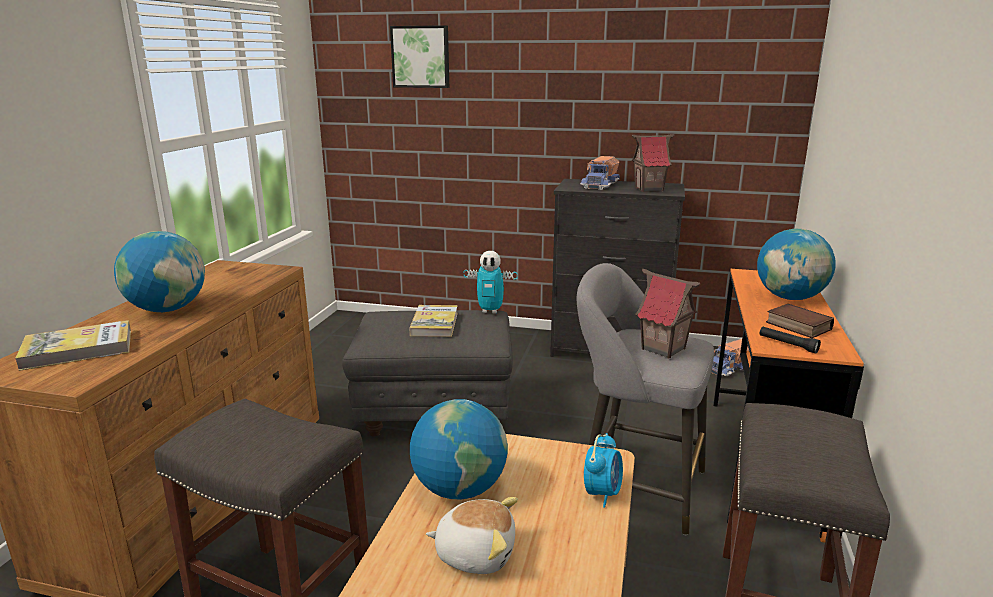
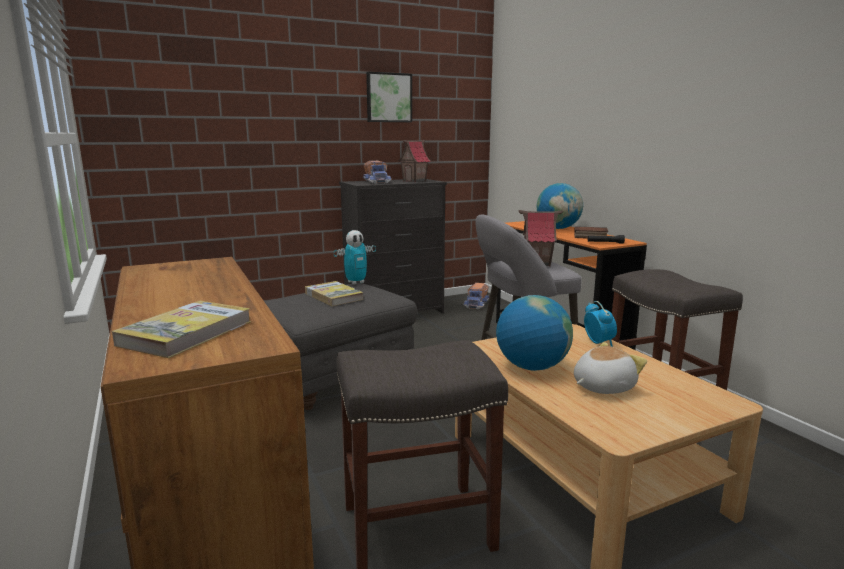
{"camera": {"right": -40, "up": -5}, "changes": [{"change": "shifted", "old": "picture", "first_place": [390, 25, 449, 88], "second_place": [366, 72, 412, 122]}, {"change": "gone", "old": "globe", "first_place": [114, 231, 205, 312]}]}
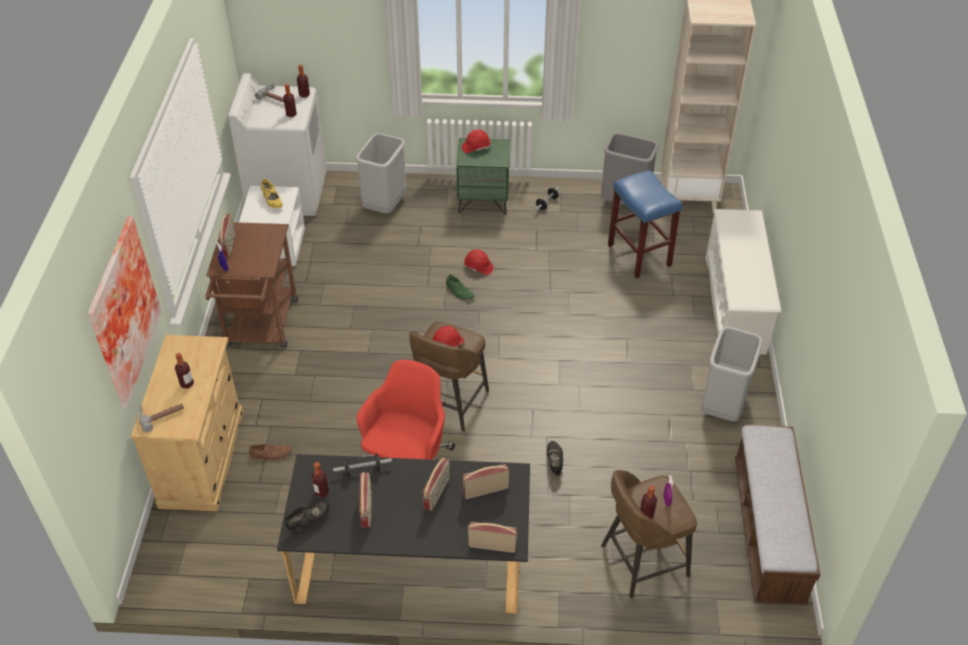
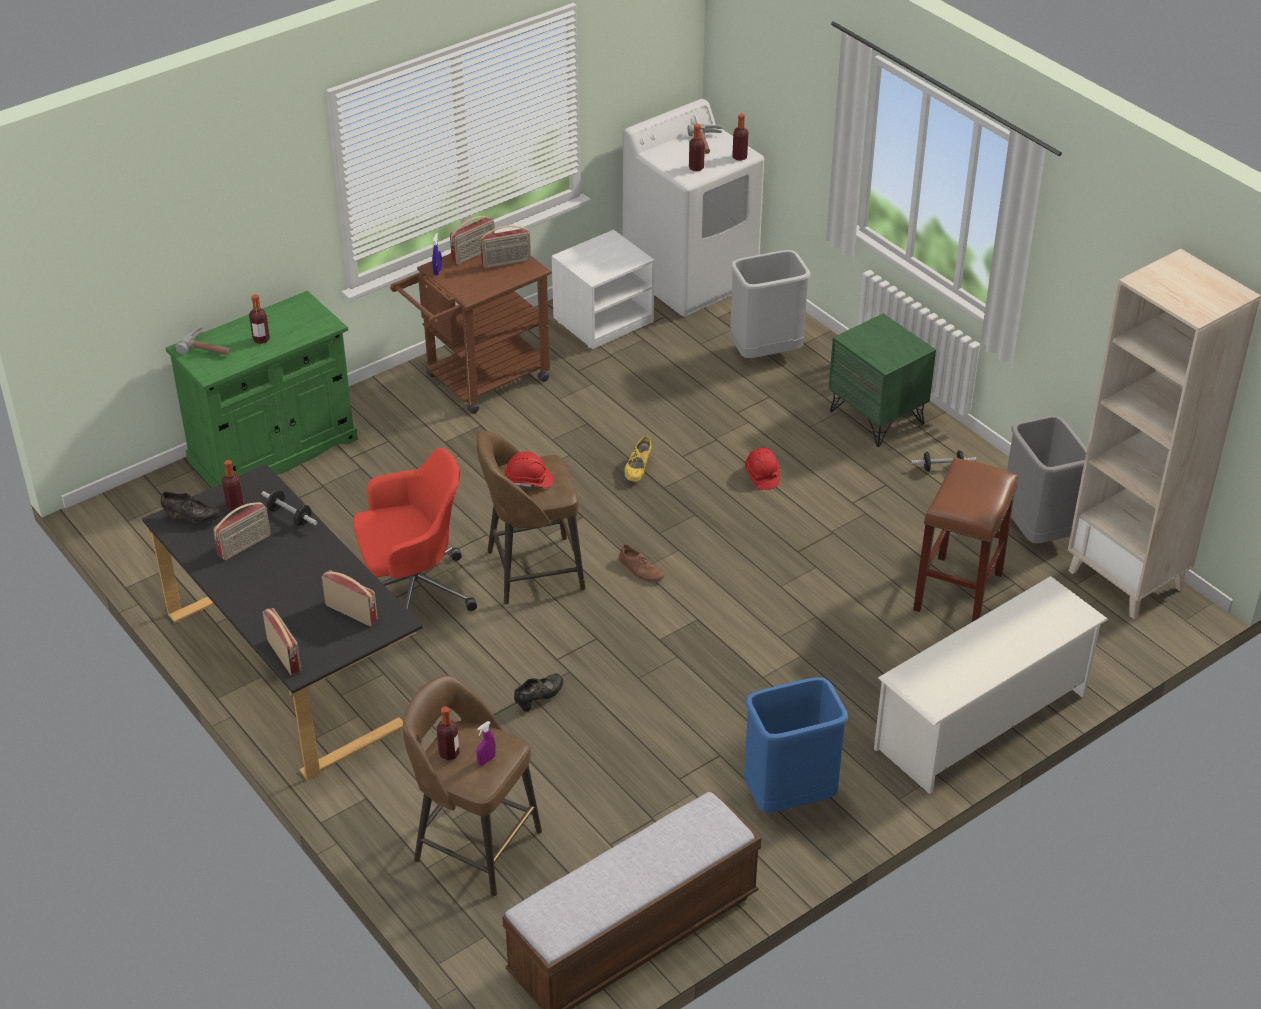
{"camera": {"right": 50, "up": -5}, "changes": [{"change": "gone", "old": "hard hat in red", "first_place": [462, 130, 490, 153]}, {"change": "repainted", "old": "stool in blue", "new": "stool in brown", "first_place": [608, 170, 682, 278], "second_place": [913, 458, 1018, 622]}, {"change": "shifted", "old": "shoe in yellow", "first_place": [261, 179, 282, 208], "second_place": [624, 436, 651, 482]}, {"change": "gone", "old": "picture", "first_place": [88, 216, 162, 408]}, {"change": "gone", "old": "shoe in green", "first_place": [446, 274, 474, 300]}, {"change": "repainted", "old": "trash can in grey", "new": "trash can in blue", "first_place": [701, 327, 763, 421], "second_place": [744, 677, 848, 812]}, {"change": "repainted", "old": "cabinet in beige", "new": "cabinet in green", "first_place": [131, 335, 243, 511], "second_place": [166, 291, 358, 488]}, {"change": "shifted", "old": "shoe in brown", "first_place": [249, 444, 292, 460], "second_place": [619, 545, 664, 583]}, {"change": "shifted", "old": "radio", "first_place": [423, 457, 450, 511], "second_place": [480, 225, 531, 268]}]}
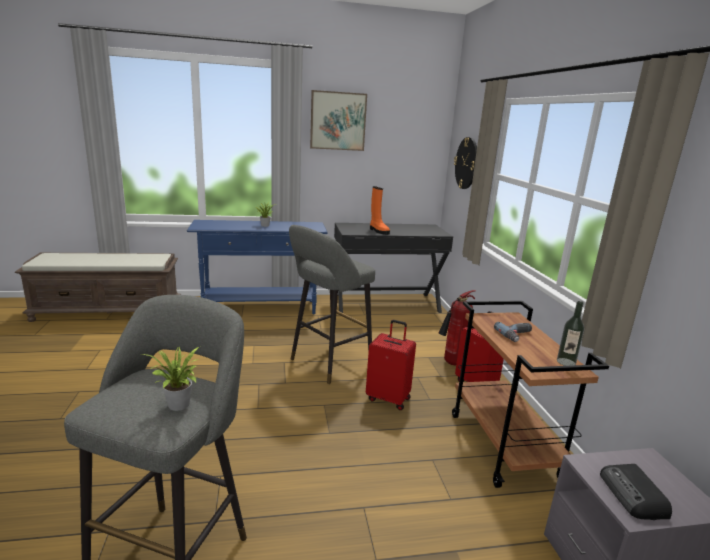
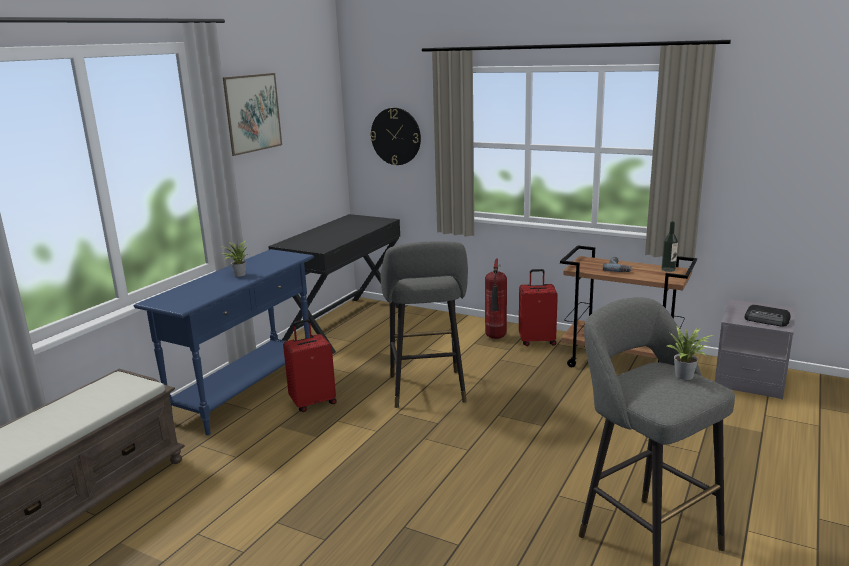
{"camera": {"right": -50, "up": 0}, "changes": [{"change": "gone", "old": "boot in orange", "first_place": [370, 186, 390, 235]}, {"change": "shifted", "old": "suitcase in red", "first_place": [366, 320, 416, 410], "second_place": [283, 319, 337, 412]}]}
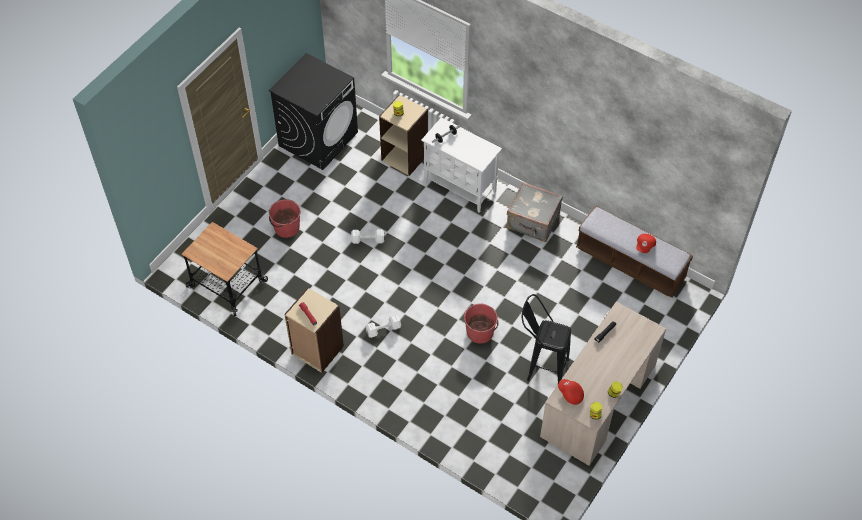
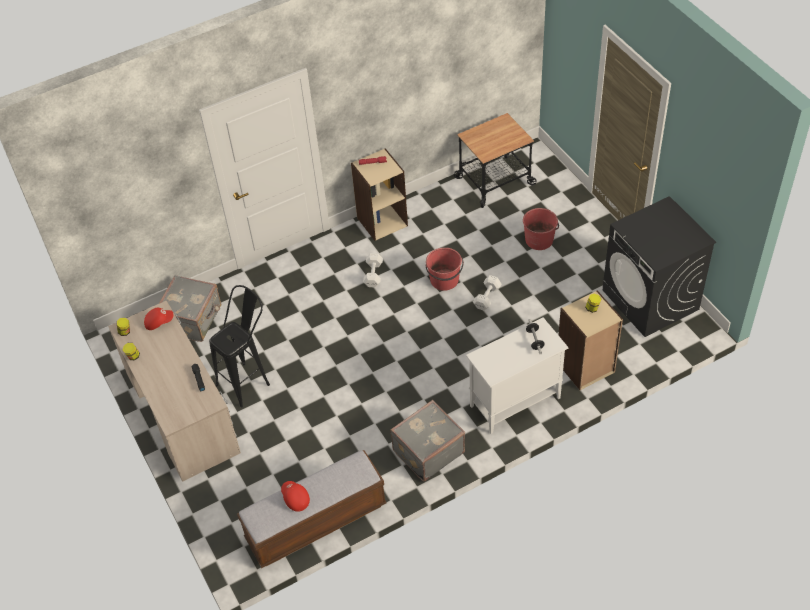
{"camera": {"right": 120, "up": -5}, "changes": [{"change": "shifted", "old": "bucket in red", "first_place": [464, 304, 499, 344], "second_place": [425, 247, 464, 291]}, {"change": "new", "new": "suitcase in grey", "second_place": [159, 275, 221, 342]}]}
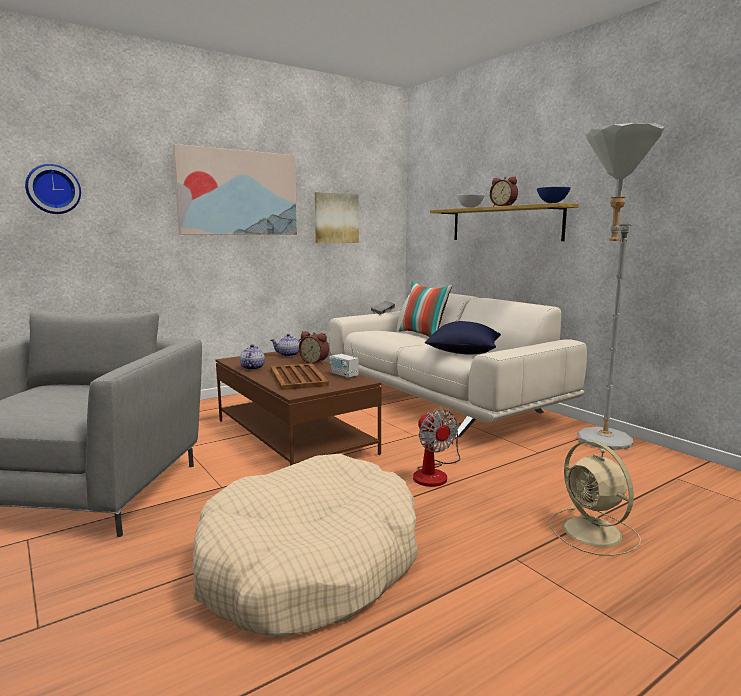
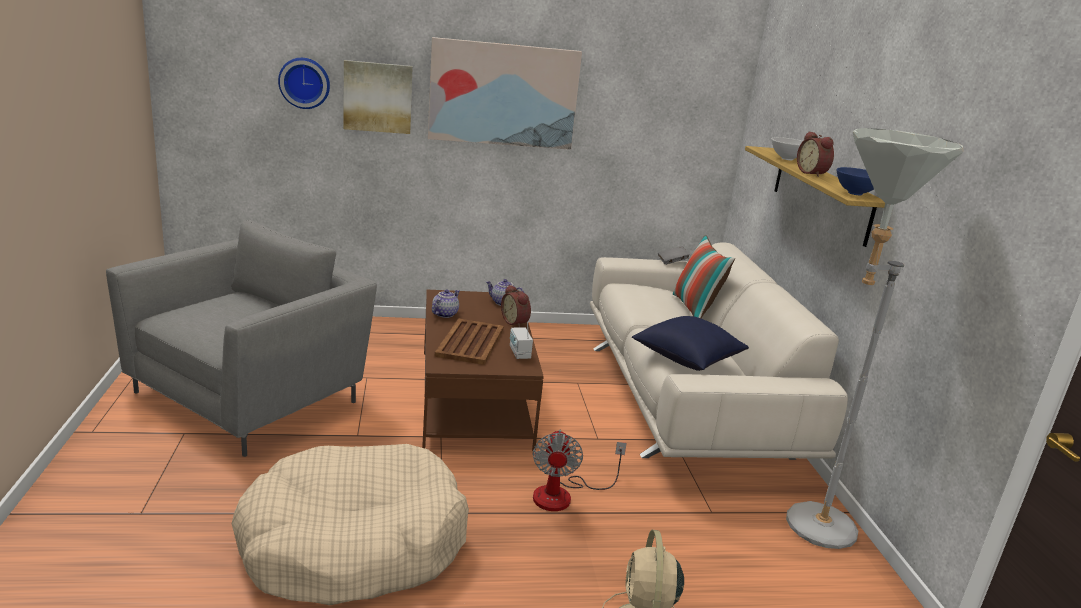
{"camera": {"right": 25, "up": 10}, "changes": [{"change": "shifted", "old": "picture", "first_place": [315, 192, 359, 243], "second_place": [344, 60, 413, 134]}]}
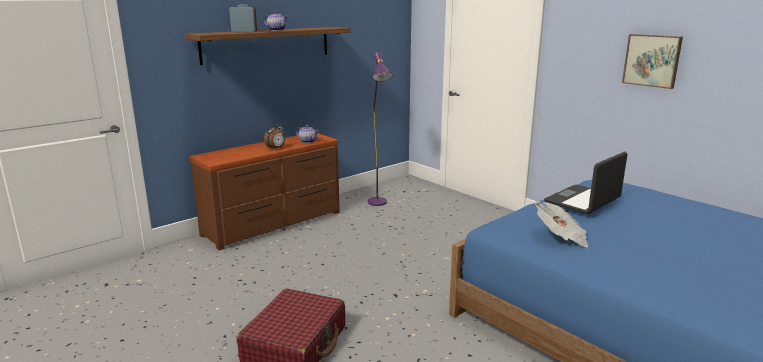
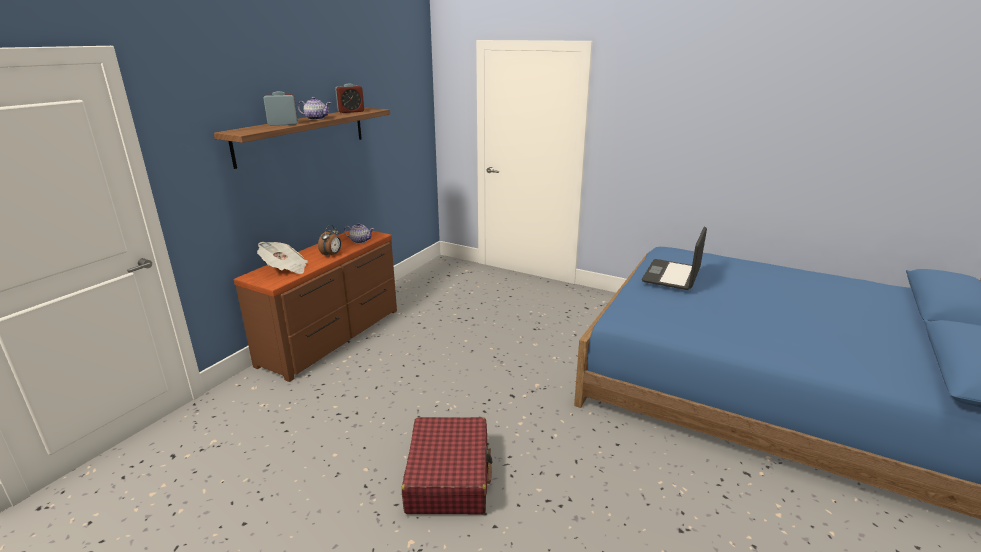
{"camera": {"right": -20, "up": 5}, "changes": [{"change": "gone", "old": "picture", "first_place": [622, 34, 683, 89]}, {"change": "gone", "old": "floor lamp in purple", "first_place": [368, 52, 393, 206]}, {"change": "shifted", "old": "newspaper", "first_place": [535, 201, 588, 247], "second_place": [257, 242, 308, 274]}, {"change": "new", "new": "alarm clock", "second_place": [335, 83, 364, 113]}]}
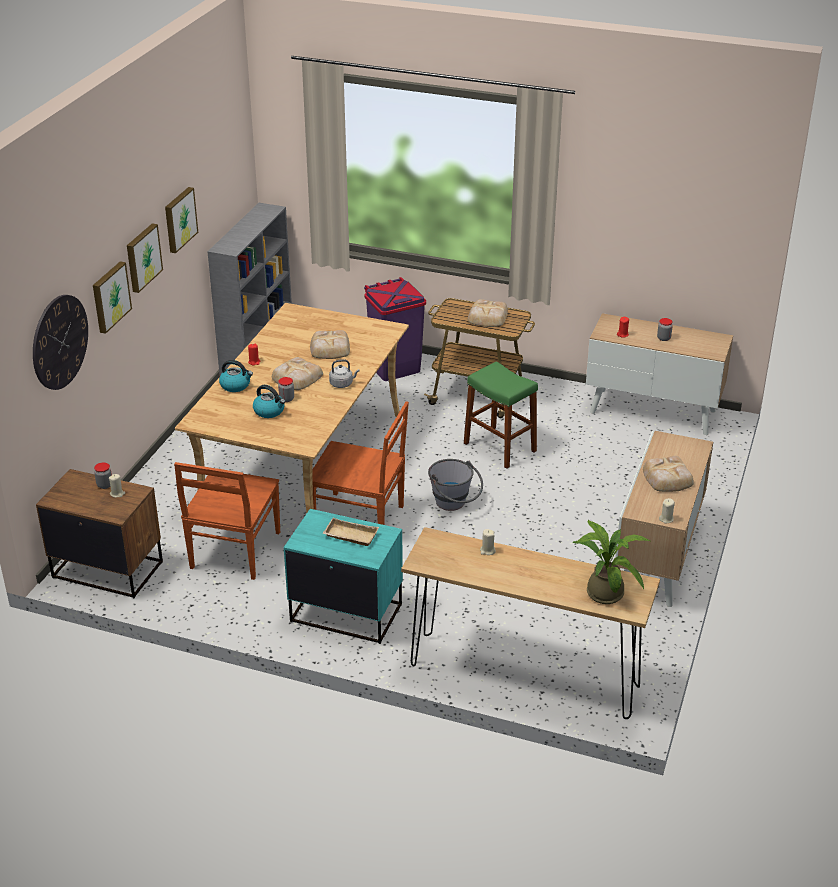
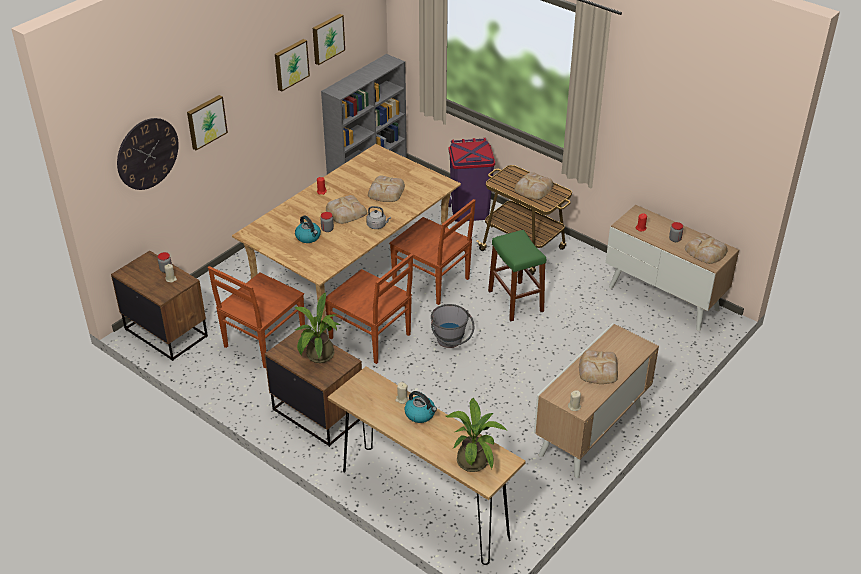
{"camera": {"right": 20, "up": 5}, "changes": [{"change": "shifted", "old": "picture", "first_place": [127, 223, 163, 293], "second_place": [313, 14, 345, 65]}, {"change": "shifted", "old": "kettle", "first_place": [219, 360, 253, 392], "second_place": [405, 391, 437, 423]}, {"change": "repainted", "old": "nightstand in turquoise", "new": "nightstand in brown", "first_place": [284, 509, 403, 644], "second_place": [264, 328, 362, 447]}, {"change": "swapped", "old": "tray in beige", "new": "potted plant", "first_place": [323, 518, 379, 546], "second_place": [295, 293, 340, 363]}, {"change": "new", "new": "chair in brown", "second_place": [389, 199, 476, 305]}, {"change": "new", "new": "bread", "second_place": [685, 233, 727, 264]}]}
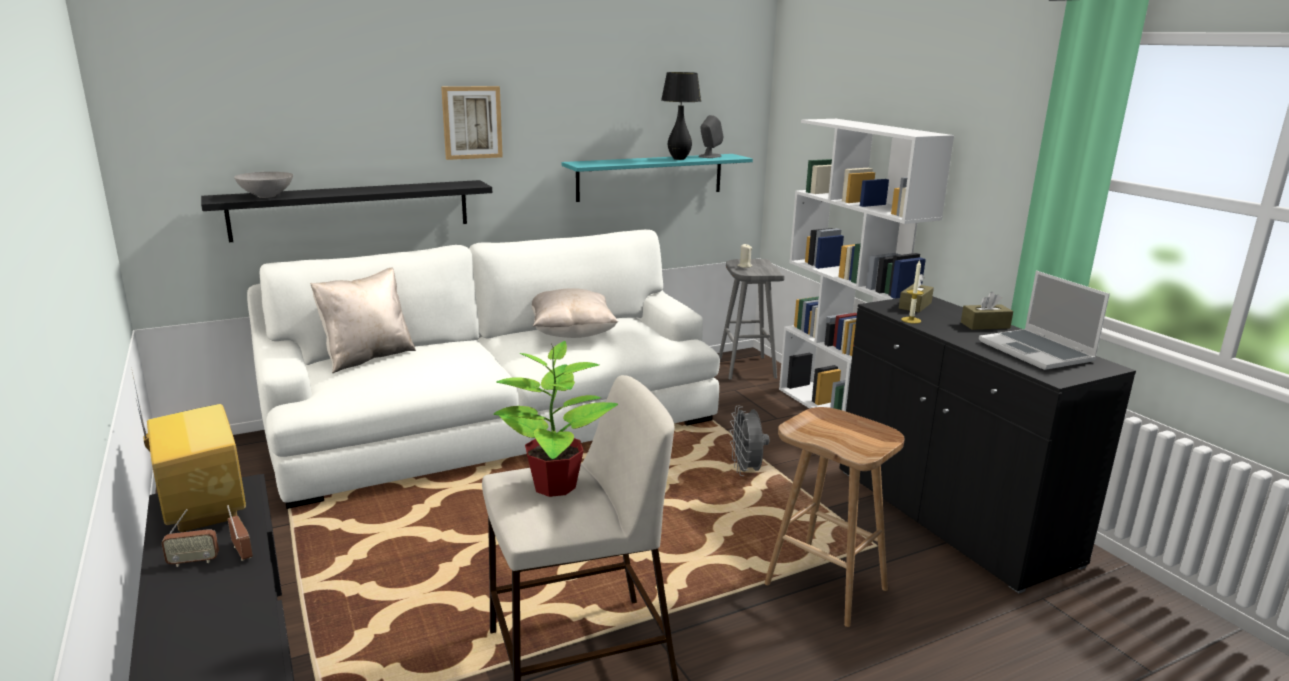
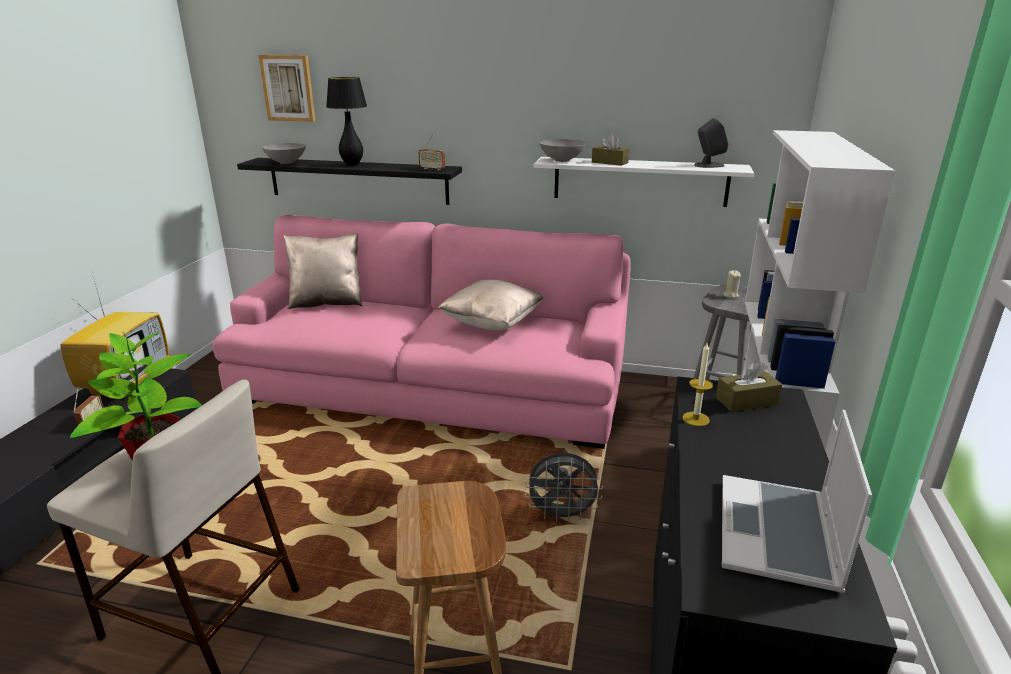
{"camera": {"right": 40, "up": 5}, "changes": [{"change": "shifted", "old": "table lamp in black", "first_place": [661, 72, 701, 160], "second_place": [326, 77, 367, 166]}, {"change": "shifted", "old": "picture", "first_place": [441, 86, 503, 160], "second_place": [259, 55, 315, 122]}, {"change": "repainted", "old": "shelf in turquoise", "new": "shelf in white", "first_place": [562, 154, 753, 202], "second_place": [534, 157, 754, 207]}, {"change": "repainted", "old": "sofa in white", "new": "sofa in pink", "first_place": [247, 229, 720, 509], "second_place": [212, 215, 631, 449]}, {"change": "shifted", "old": "tissue box in brown", "first_place": [961, 292, 1013, 330], "second_place": [592, 134, 629, 166]}, {"change": "rotated", "old": "fan in grey", "first_place": [730, 405, 769, 476], "second_place": [525, 453, 603, 523], "degrees": -120}, {"change": "shifted", "old": "radio", "first_place": [161, 509, 219, 567], "second_place": [418, 135, 445, 171]}, {"change": "new", "new": "bowl in grey", "second_place": [539, 139, 586, 162]}]}
